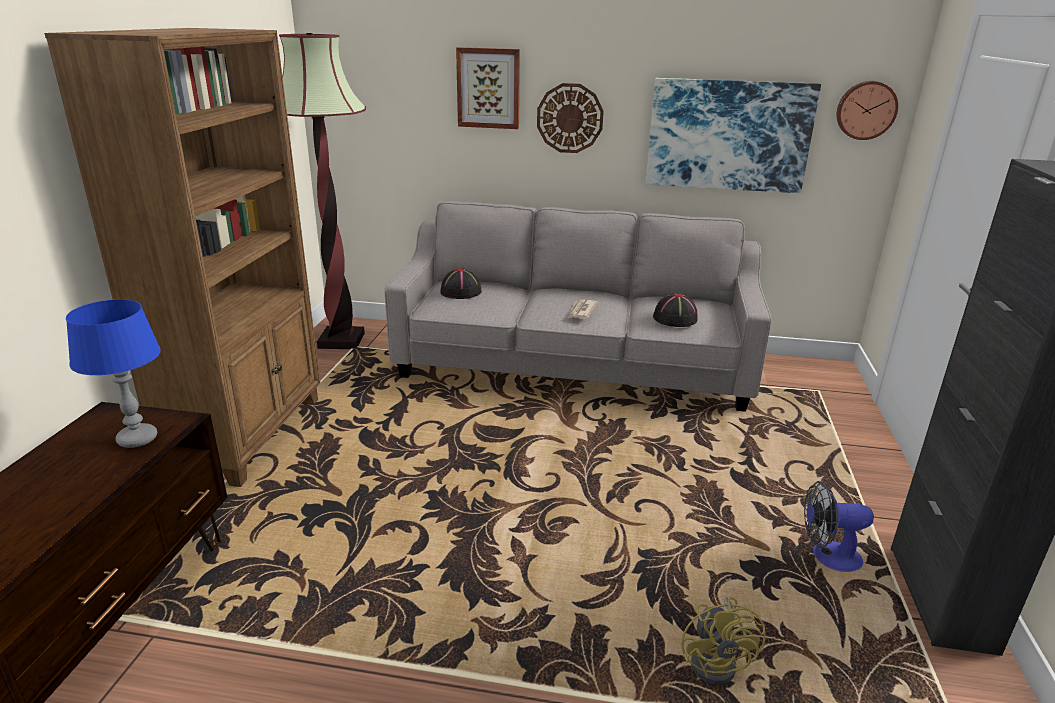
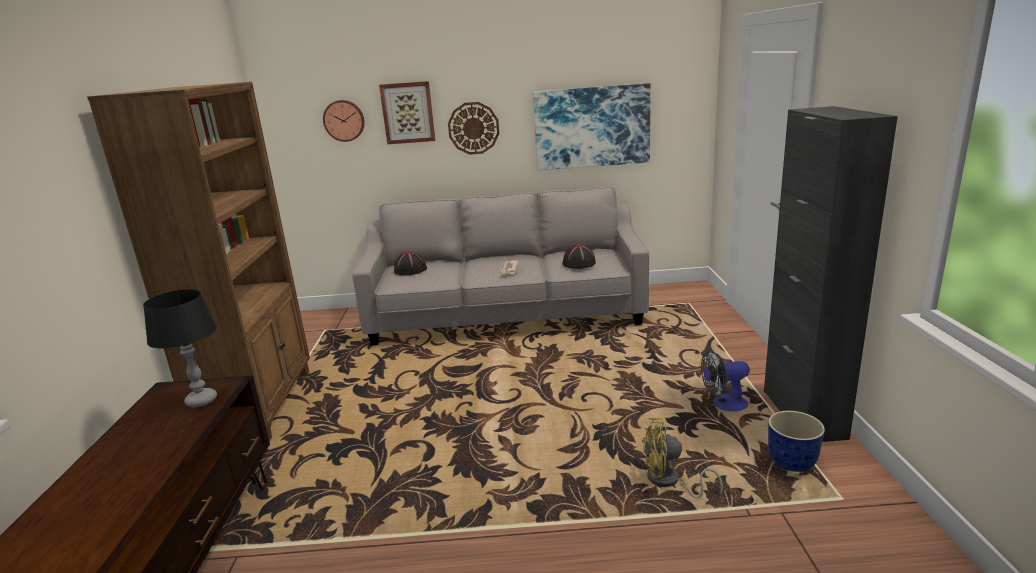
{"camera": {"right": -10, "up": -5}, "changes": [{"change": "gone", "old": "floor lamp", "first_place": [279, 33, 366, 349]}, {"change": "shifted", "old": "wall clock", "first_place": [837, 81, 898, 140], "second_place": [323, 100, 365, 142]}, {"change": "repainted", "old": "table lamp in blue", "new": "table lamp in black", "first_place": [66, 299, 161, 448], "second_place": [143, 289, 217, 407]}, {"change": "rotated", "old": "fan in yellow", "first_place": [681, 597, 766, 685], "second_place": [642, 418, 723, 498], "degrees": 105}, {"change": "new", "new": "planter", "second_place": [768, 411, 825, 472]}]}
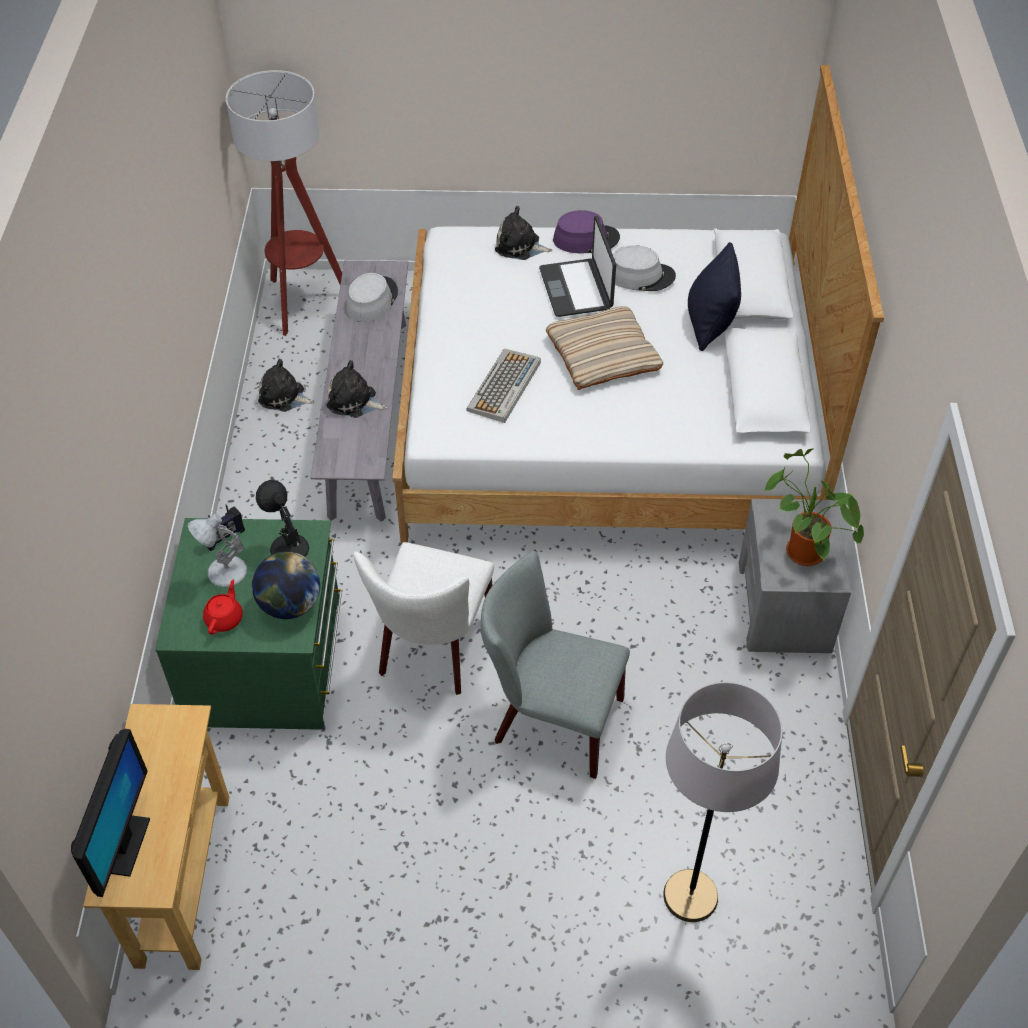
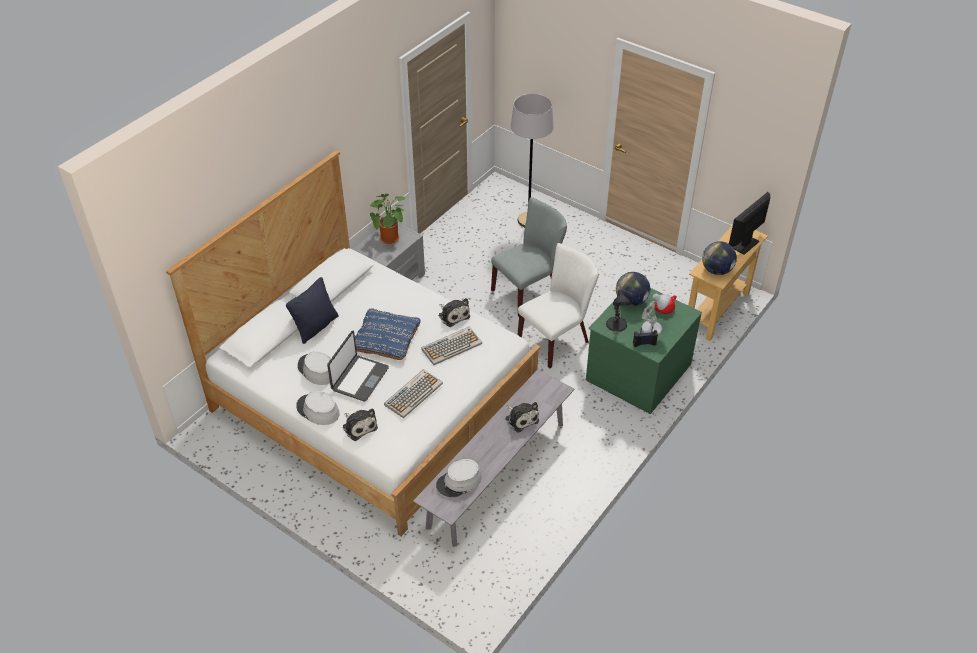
{"camera": {"right": -145, "up": -5}, "changes": [{"change": "gone", "old": "floor lamp", "first_place": [226, 70, 342, 336]}, {"change": "repainted", "old": "hat in purple", "new": "hat in grey", "first_place": [553, 210, 620, 254], "second_place": [296, 391, 340, 425]}, {"change": "repainted", "old": "pillow in beige", "new": "pillow in blue", "first_place": [546, 306, 663, 390], "second_place": [355, 309, 420, 360]}, {"change": "shifted", "old": "plush toy", "first_place": [258, 359, 315, 412], "second_place": [438, 298, 470, 327]}, {"change": "rotated", "old": "chair in grey", "first_place": [481, 551, 630, 779], "second_place": [491, 197, 567, 317], "degrees": -90}, {"change": "new", "new": "globe", "second_place": [702, 241, 737, 275]}, {"change": "new", "new": "keyboard", "second_place": [384, 369, 443, 418]}]}
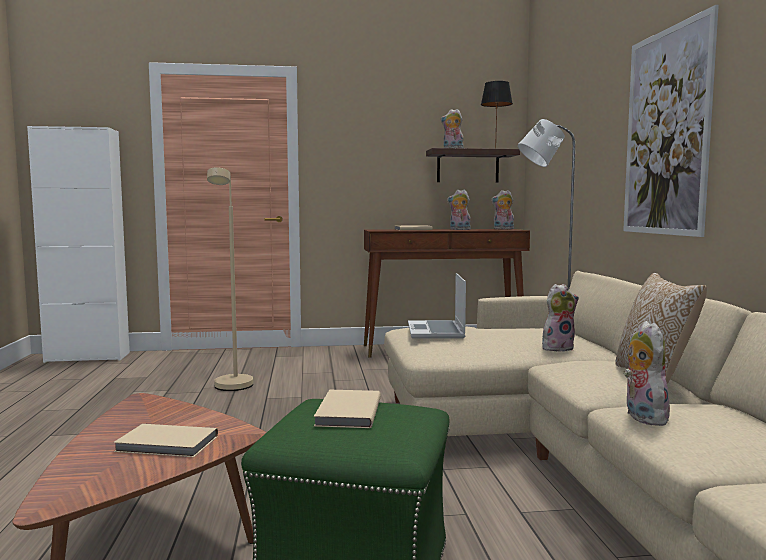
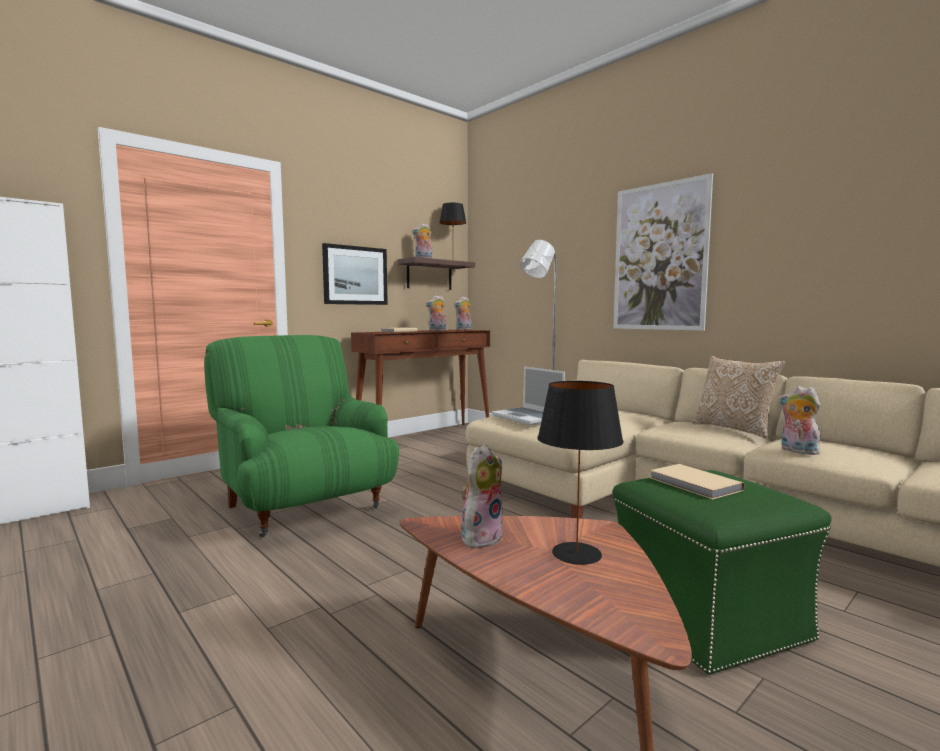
{"camera": {"right": -35, "up": 0}, "changes": [{"change": "swapped", "old": "floor lamp in beige", "new": "armchair in green", "first_place": [207, 167, 253, 391], "second_place": [204, 335, 399, 538]}, {"change": "shifted", "old": "plush toy", "first_place": [542, 284, 579, 352], "second_place": [461, 444, 504, 548]}, {"change": "swapped", "old": "book in beige", "new": "table lamp in black", "first_place": [113, 424, 218, 457], "second_place": [537, 381, 624, 565]}, {"change": "new", "new": "picture", "second_place": [322, 243, 388, 305]}]}
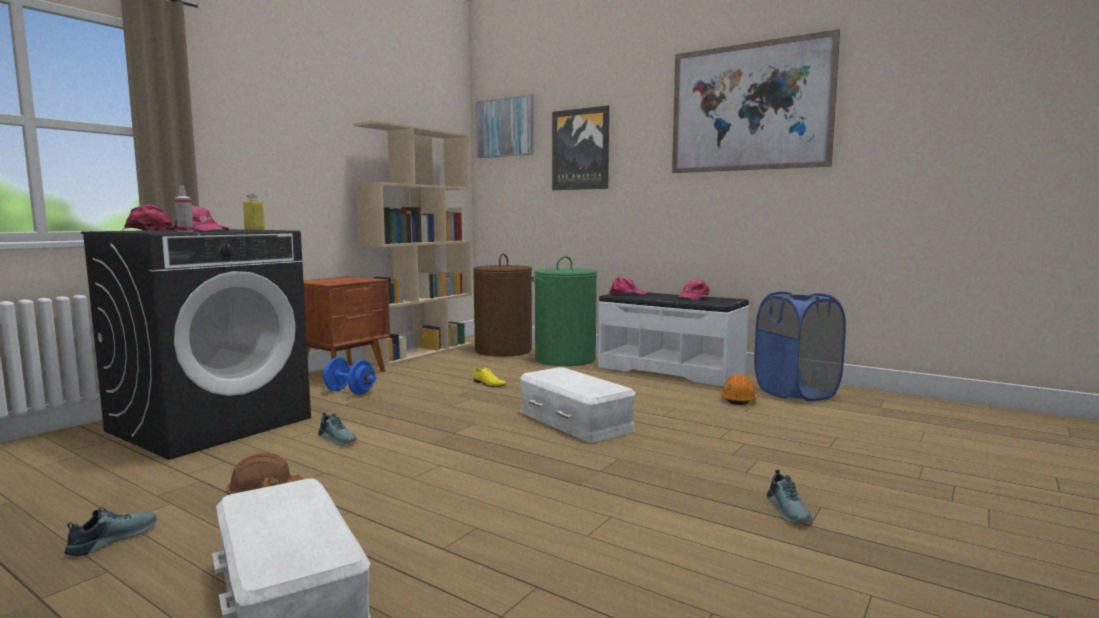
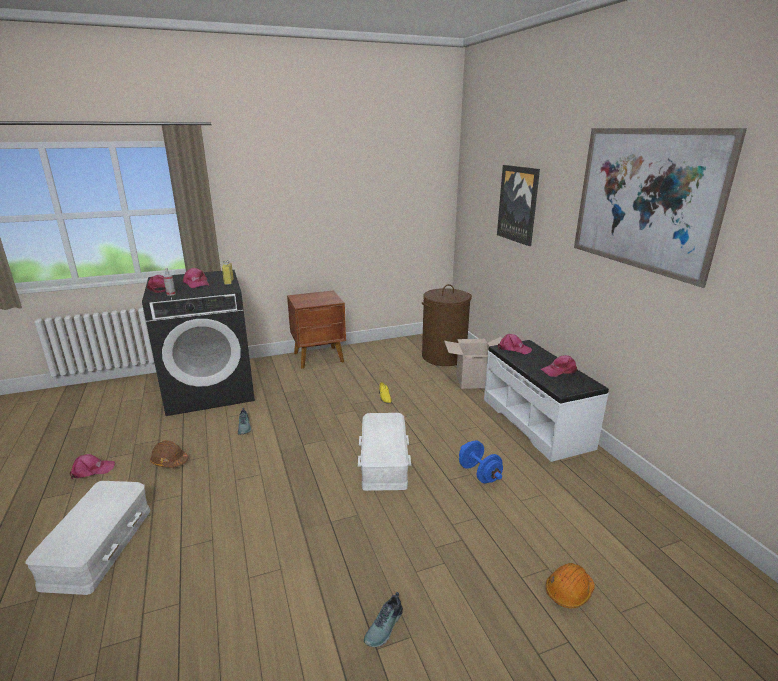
{"camera": {"right": 35, "up": 15}, "changes": [{"change": "gone", "old": "picture", "first_place": [476, 94, 534, 158]}, {"change": "gone", "old": "bookcase in beige", "first_place": [353, 120, 473, 366]}, {"change": "swapped", "old": "laundry basket in green", "new": "cardboard box", "first_place": [532, 256, 597, 366], "second_place": [444, 337, 502, 389]}, {"change": "gone", "old": "laundry basket in blue", "first_place": [754, 292, 846, 401]}, {"change": "shifted", "old": "dumbbell in blue", "first_place": [323, 357, 376, 395], "second_place": [459, 441, 503, 483]}, {"change": "shifted", "old": "hard hat in orange", "first_place": [721, 374, 757, 405], "second_place": [546, 563, 595, 608]}, {"change": "swapped", "old": "shoe", "new": "cap in pink", "first_place": [65, 507, 157, 556], "second_place": [70, 454, 115, 480]}]}
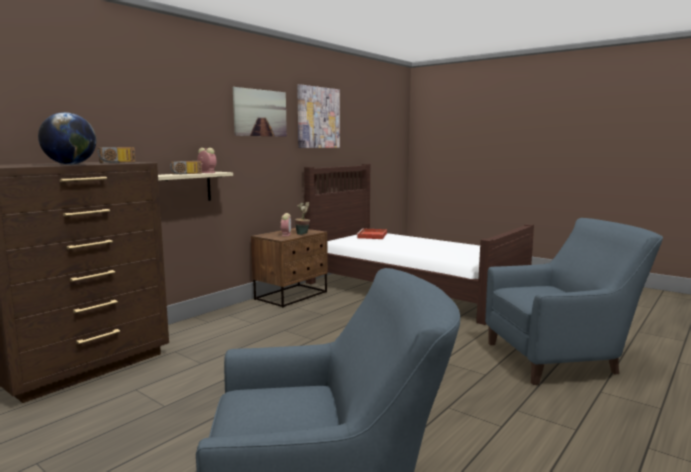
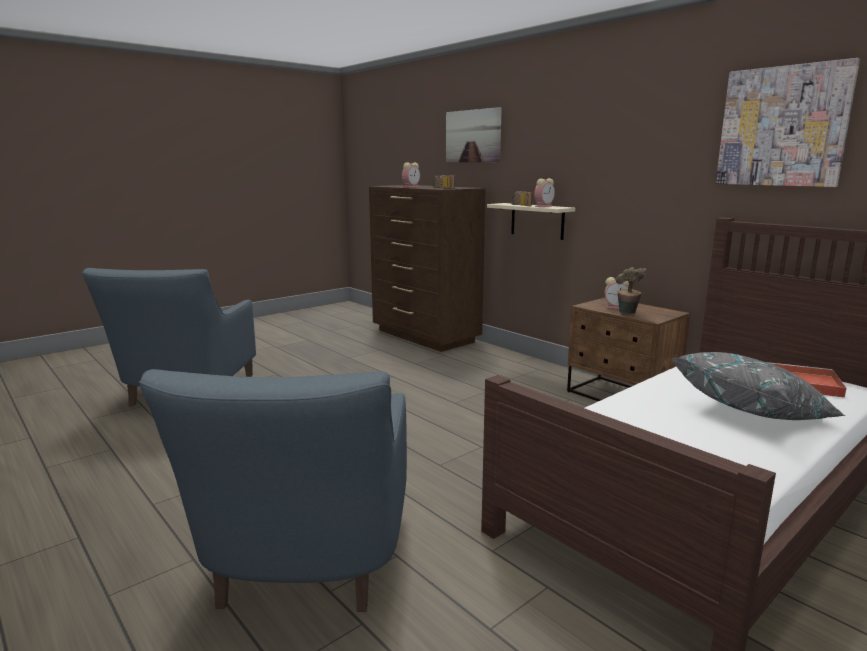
{"camera": {"right": 100, "up": 5}, "changes": [{"change": "shifted", "old": "picture", "first_place": [233, 87, 287, 137], "second_place": [446, 107, 502, 162]}, {"change": "swapped", "old": "globe", "new": "alarm clock", "first_place": [38, 112, 96, 165], "second_place": [402, 162, 420, 188]}, {"change": "new", "new": "pillow in grey", "second_place": [671, 352, 845, 420]}]}
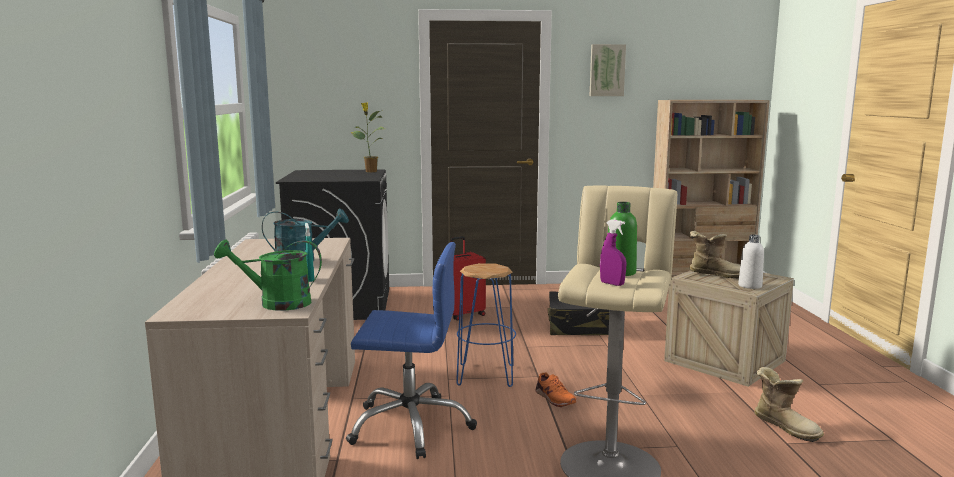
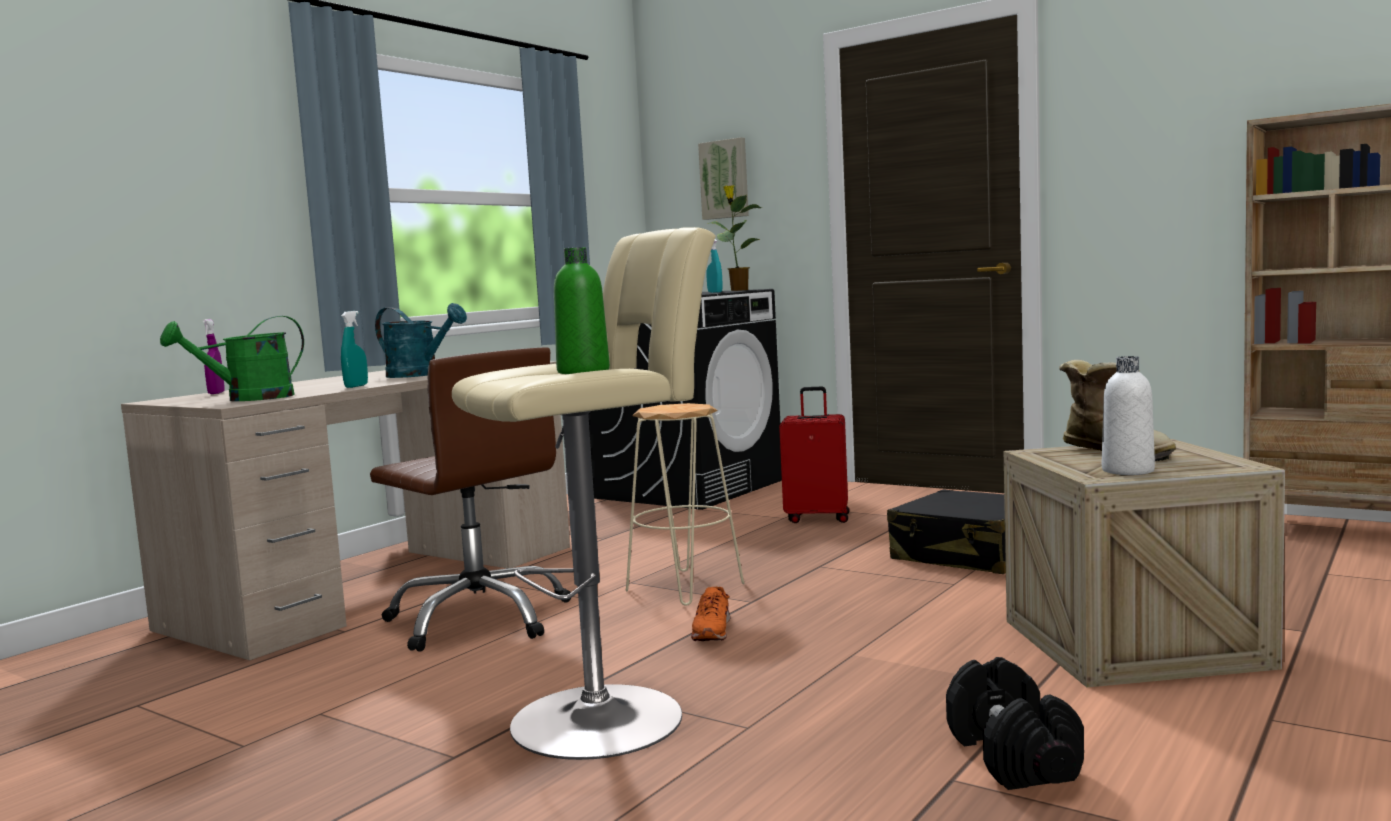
{"camera": {"right": 40, "up": -5}, "changes": [{"change": "shifted", "old": "picture", "first_place": [590, 44, 626, 96], "second_place": [698, 137, 749, 220]}, {"change": "shifted", "old": "spray bottle in purple", "first_place": [600, 220, 626, 286], "second_place": [203, 319, 225, 394]}, {"change": "rotated", "old": "watering can in green", "first_place": [214, 240, 322, 311], "second_place": [160, 316, 304, 401], "degrees": -75}, {"change": "repainted", "old": "office chair in blue", "new": "office chair in brown", "first_place": [346, 242, 477, 459], "second_place": [370, 347, 571, 652]}, {"change": "repainted", "old": "stool in blue", "new": "stool in beige", "first_place": [456, 263, 516, 387], "second_place": [626, 403, 744, 606]}, {"change": "swapped", "old": "boot", "new": "dumbbell in black", "first_place": [754, 367, 824, 442], "second_place": [946, 657, 1084, 790]}, {"change": "new", "new": "spray bottle in turquoise", "second_place": [706, 239, 723, 293]}]}
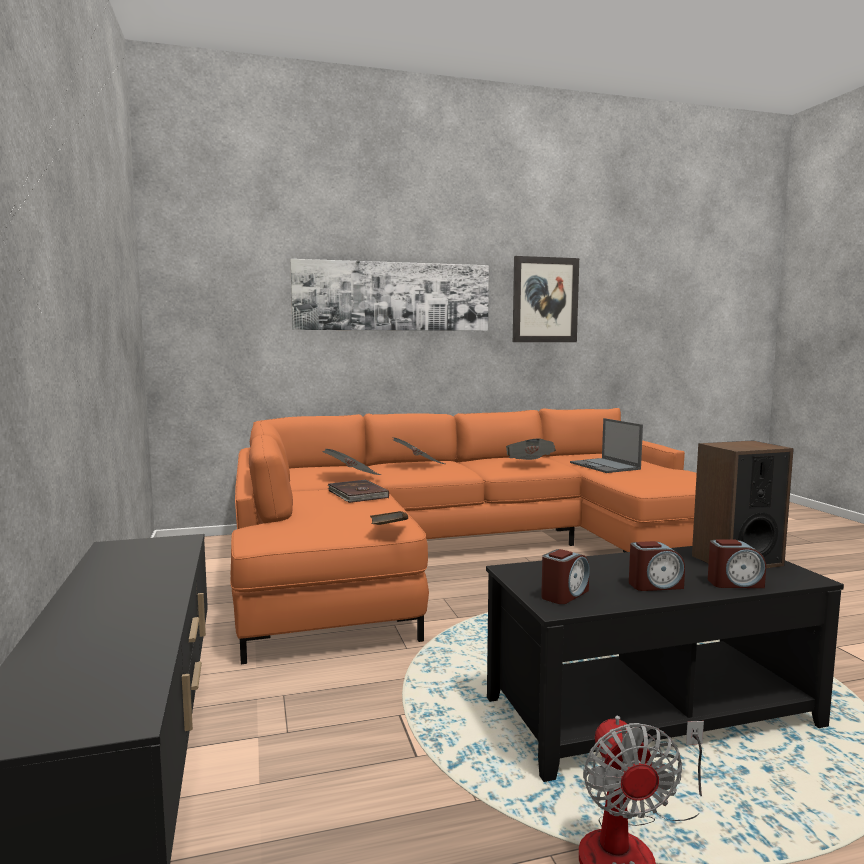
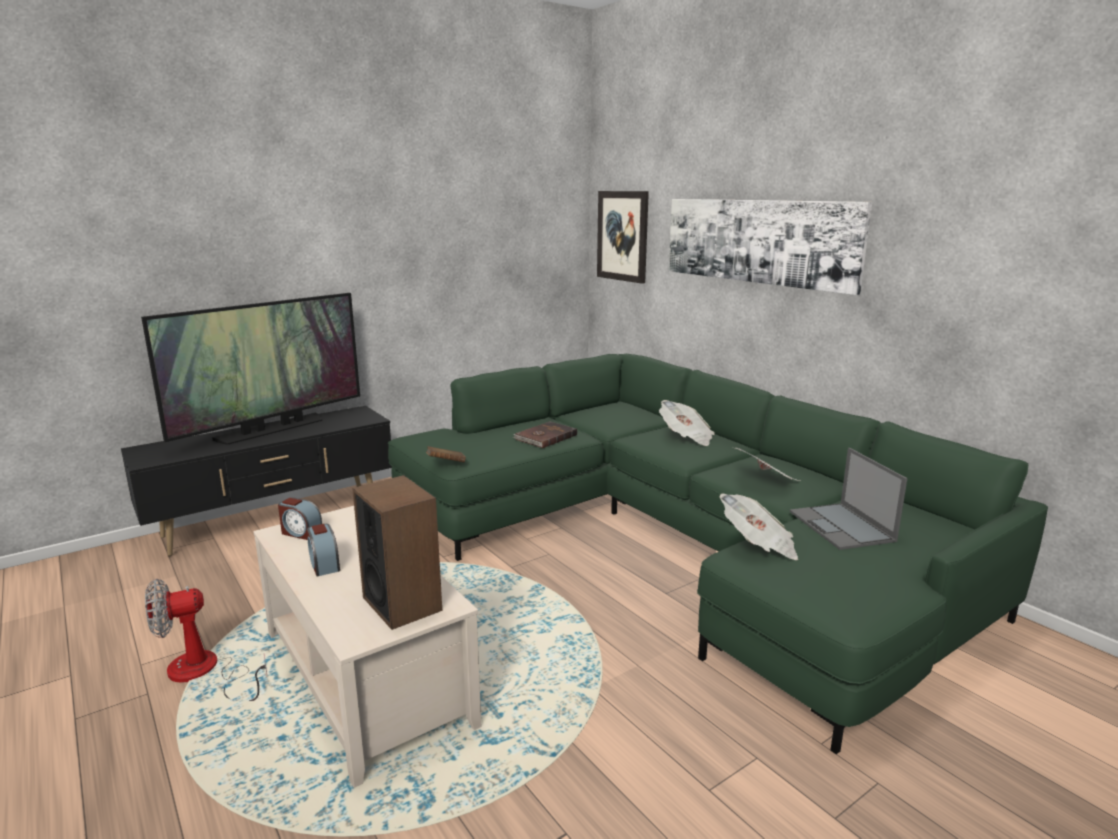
{"camera": {"right": 70, "up": 10}, "changes": [{"change": "shifted", "old": "picture", "first_place": [513, 256, 579, 342], "second_place": [597, 191, 649, 284]}, {"change": "repainted", "old": "sofa in orange", "new": "sofa in green", "first_place": [230, 408, 697, 664], "second_place": [388, 354, 1048, 754]}, {"change": "rotated", "old": "laptop", "first_place": [570, 418, 643, 473], "second_place": [790, 448, 908, 550], "degrees": -60}, {"change": "shifted", "old": "newspaper", "first_place": [323, 449, 382, 475], "second_place": [720, 493, 798, 560]}, {"change": "gone", "old": "alarm clock", "first_place": [708, 539, 766, 588]}, {"change": "repainted", "old": "coffee table in black", "new": "coffee table in beige", "first_place": [486, 546, 844, 782], "second_place": [253, 506, 482, 788]}, {"change": "new", "new": "television", "second_place": [141, 293, 360, 445]}]}
